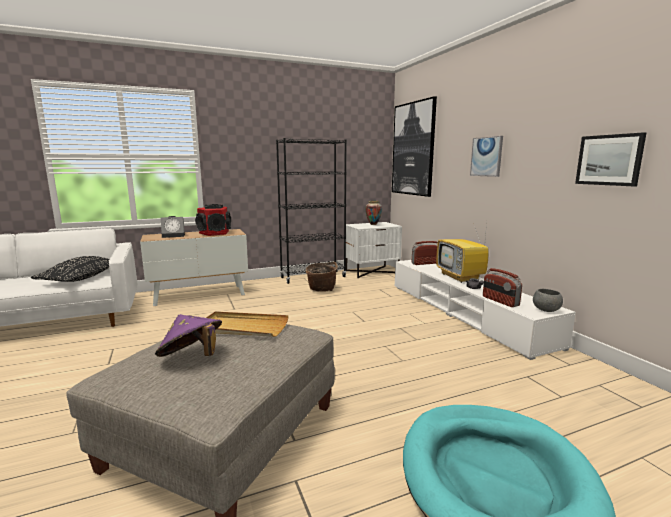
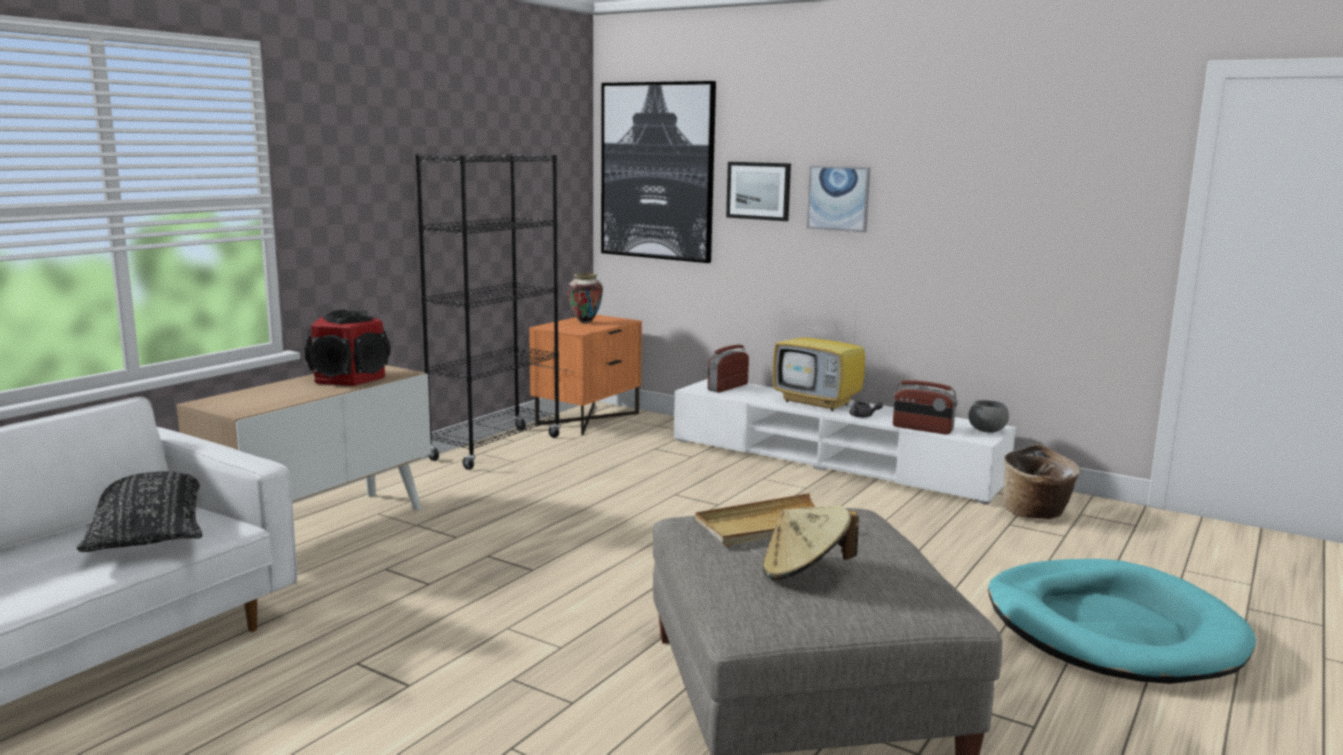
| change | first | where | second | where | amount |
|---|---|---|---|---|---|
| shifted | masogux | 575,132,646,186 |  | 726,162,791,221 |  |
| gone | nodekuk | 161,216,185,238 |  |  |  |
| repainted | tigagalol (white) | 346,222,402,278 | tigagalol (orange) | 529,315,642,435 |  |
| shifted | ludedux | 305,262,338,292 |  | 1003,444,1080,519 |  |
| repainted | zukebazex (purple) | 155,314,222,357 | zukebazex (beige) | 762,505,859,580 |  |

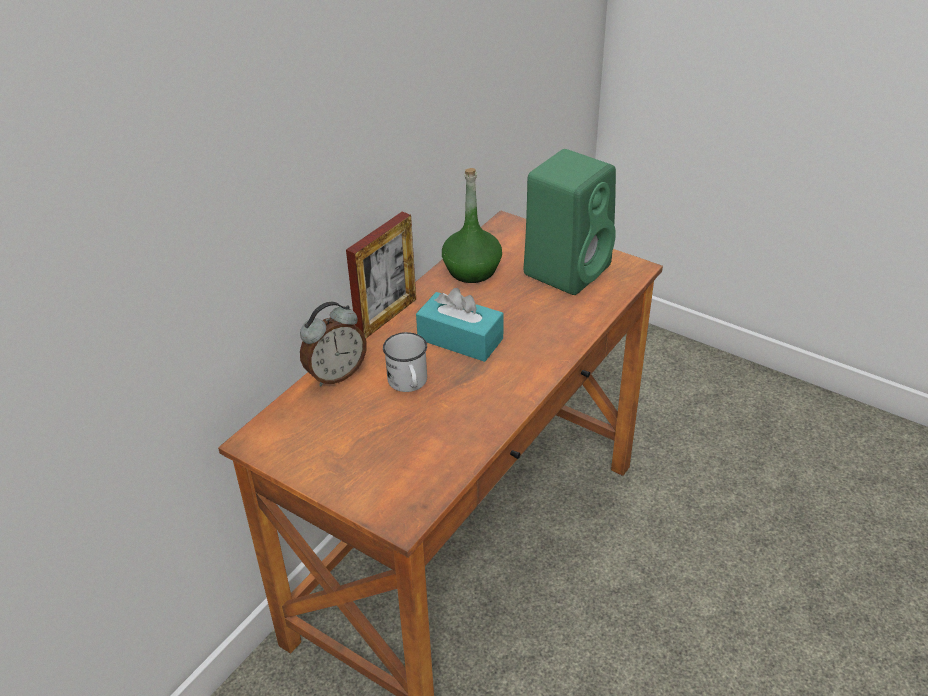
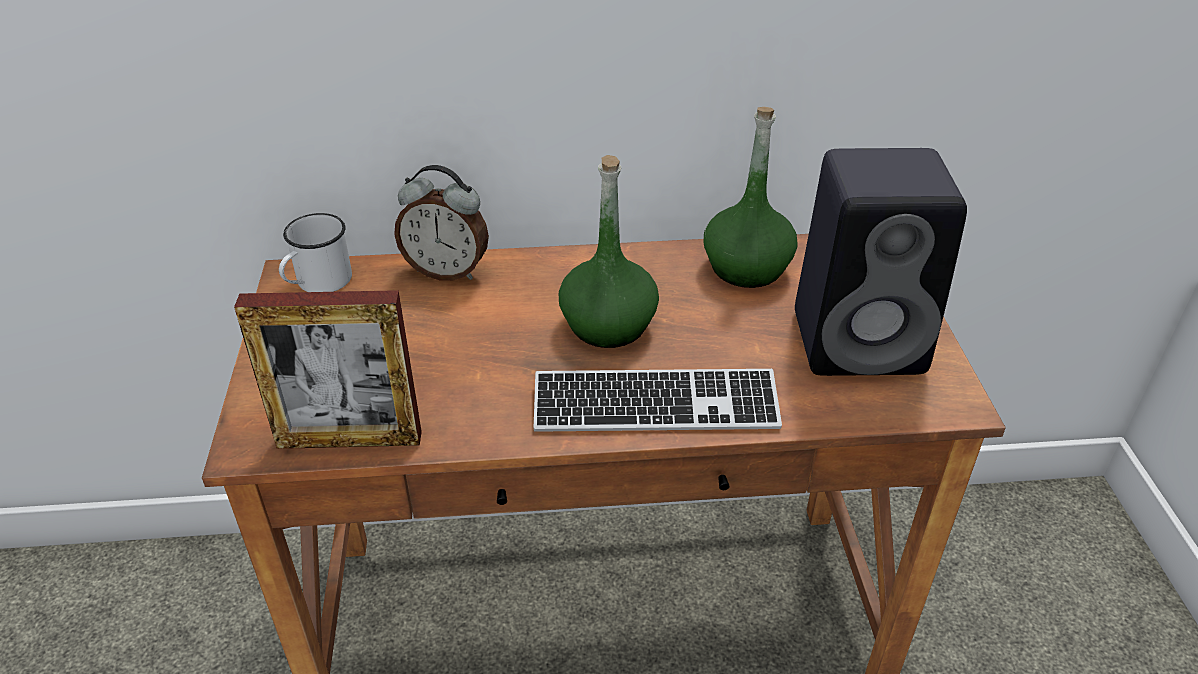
| change | first | where | second | where | amount |
|---|---|---|---|---|---|
| repainted | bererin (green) | 524,149,616,295 | bererin (black) | 795,148,967,376 |  |
| shifted | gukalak | 346,211,416,338 |  | 234,290,422,449 |  |
| swapped | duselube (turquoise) | 416,288,504,362 | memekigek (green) | 559,155,659,348 |  |
| shifted | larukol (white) | 383,332,427,392 |  | 279,213,352,292 |  |
| new |  |  | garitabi | 534,369,782,432 |  |

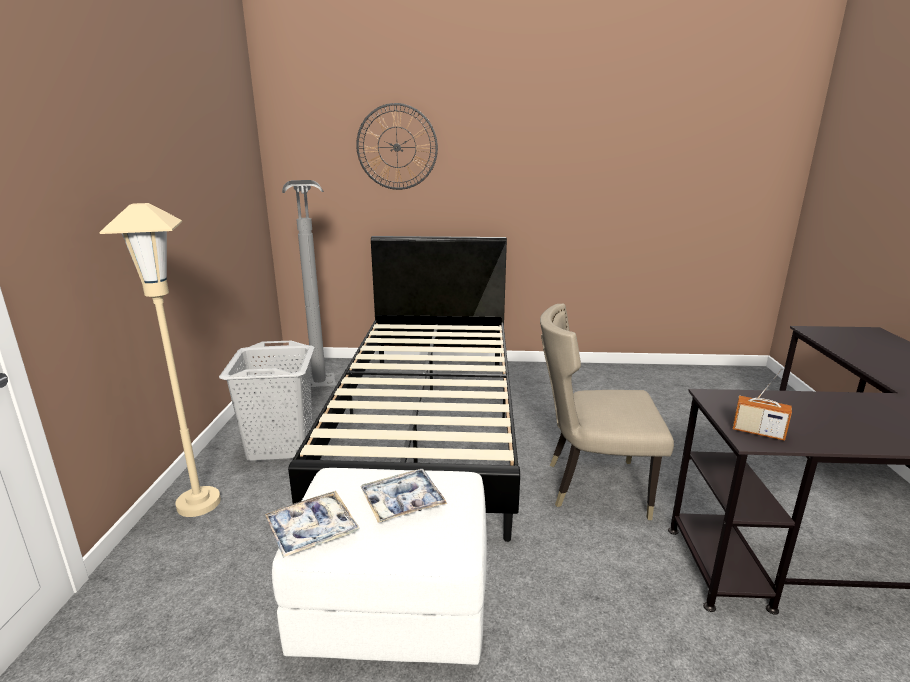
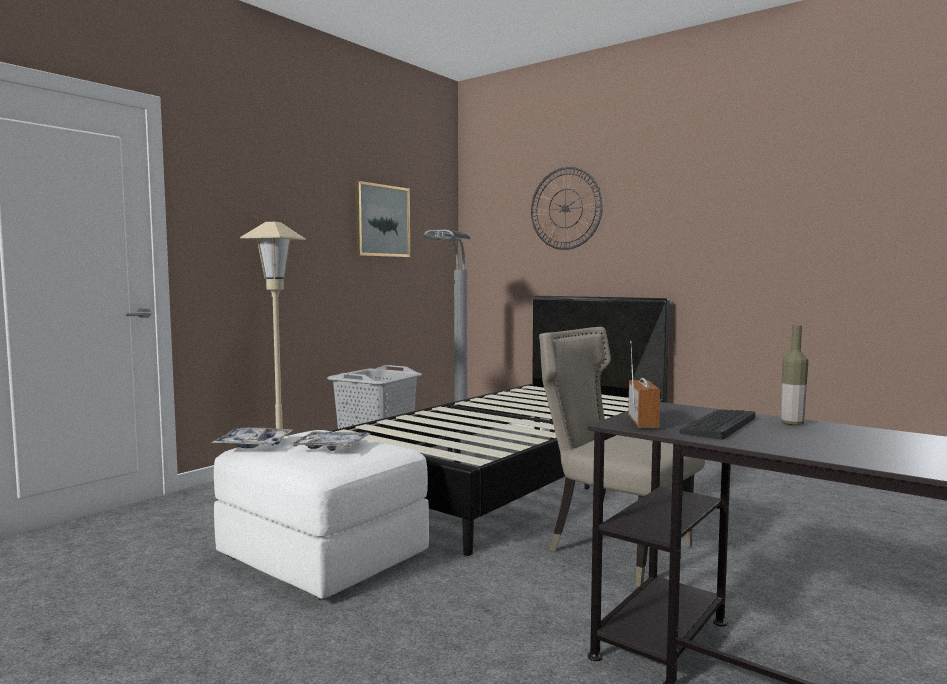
| change | first | where | second | where | amount |
|---|---|---|---|---|---|
| rotated | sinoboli | 733,369,792,441 |  | 628,341,660,428 | 150 degrees counterclockwise |
| new |  |  | masogux | 355,181,410,257 |  |
| new |  |  | memekigek | 781,325,808,425 |  |
| new |  |  | garitabi | 679,409,755,440 |  |

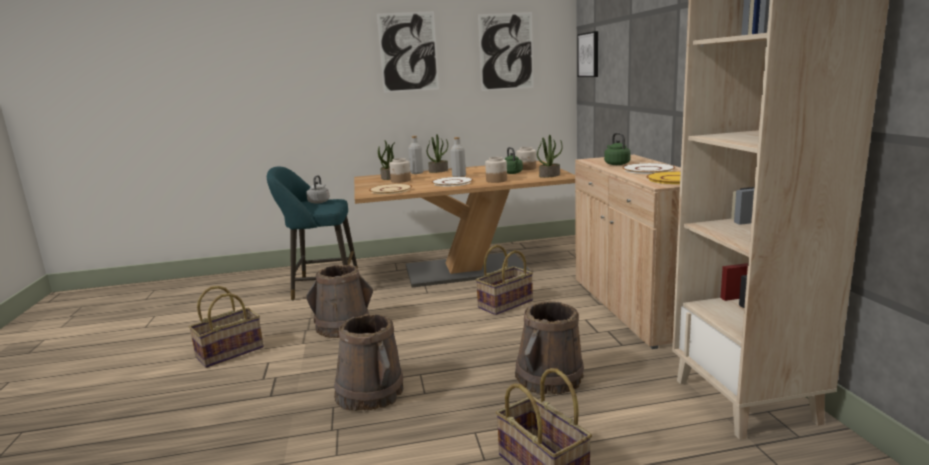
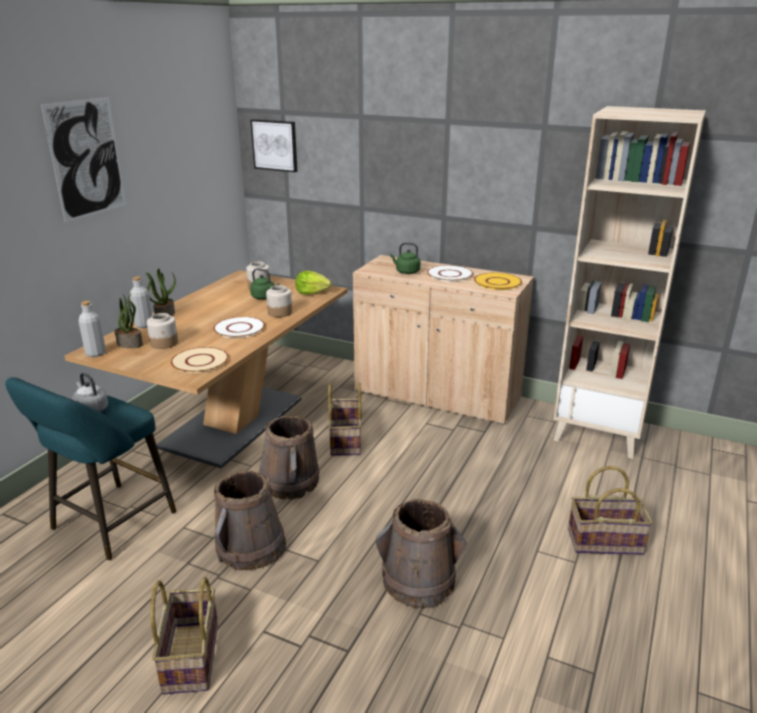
| change | first | where | second | where | amount |
|---|---|---|---|---|---|
| gone | masogux | 478,12,534,91 |  |  |  |
| swapped | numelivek | 537,135,563,178 | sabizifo | 295,271,332,295 |  |
| shifted | memekigek (grey) | 451,137,466,177 |  | 78,301,106,357 |  |
| shifted | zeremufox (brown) | 515,301,584,395 |  | 259,416,319,500 |  |

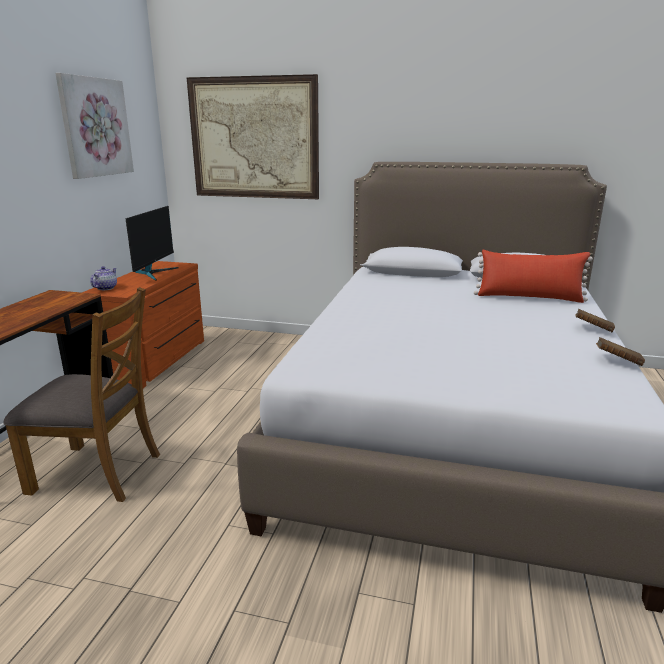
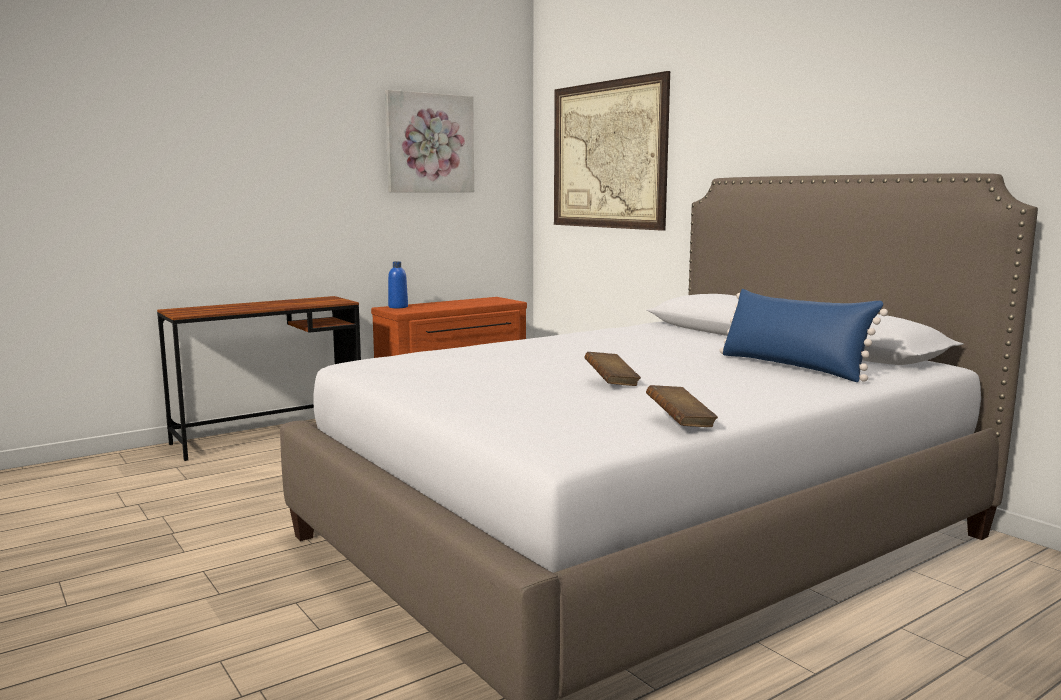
| change | first | where | second | where | amount |
|---|---|---|---|---|---|
| gone | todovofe | 126,206,179,280 |  |  |  |
| repainted | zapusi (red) | 474,250,593,303 | zapusi (blue) | 719,289,888,382 |  |
| swapped | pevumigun | 90,266,117,290 | memekigek (blue) | 388,261,408,308 |  |
| gone | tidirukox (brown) | 3,287,160,502 |  |  |  |
| shifted | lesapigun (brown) | 575,309,615,332 |  | 584,352,641,386 |  |

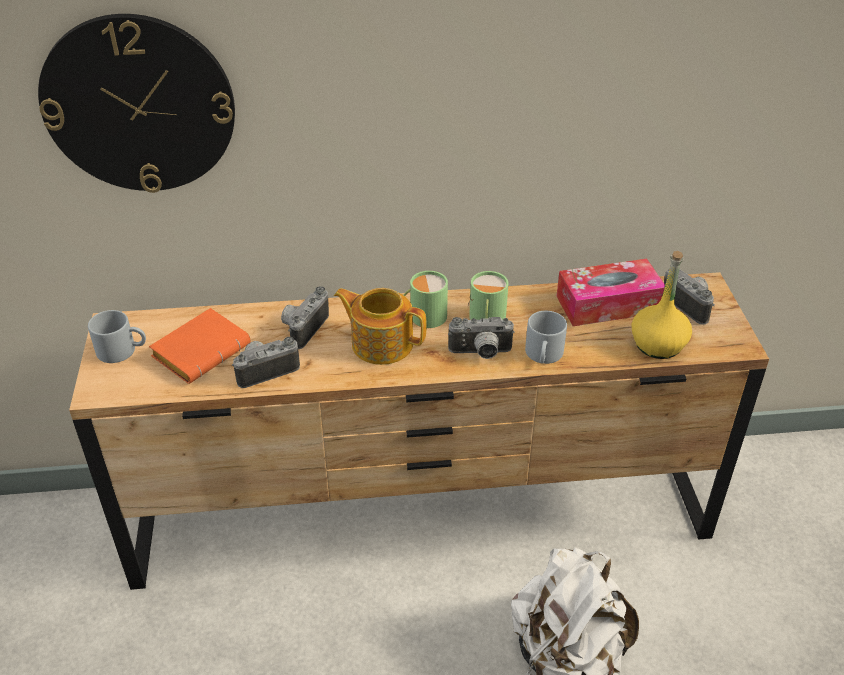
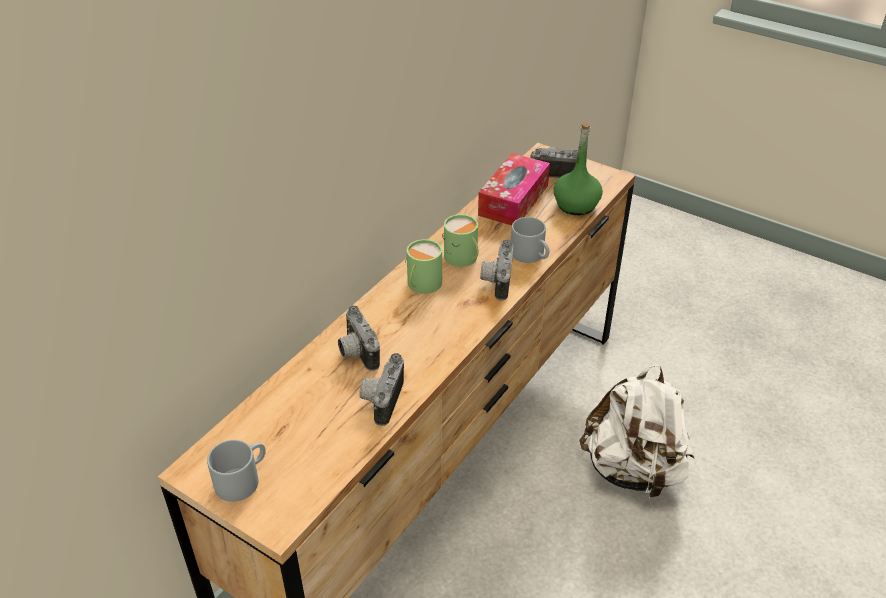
| change | first | where | second | where | amount |
|---|---|---|---|---|---|
| gone | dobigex | 38,14,235,193 |  |  |  |
| repainted | memekigek (yellow) | 632,251,692,359 | memekigek (green) | 553,122,603,215 |  |
| gone | pevumigun | 334,288,427,365 |  |  |  |
| gone | lesapigun (orange) | 149,308,251,384 |  |  |  |
| rotated | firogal | 448,317,515,359 |  | 480,240,514,300 | 150 degrees clockwise |

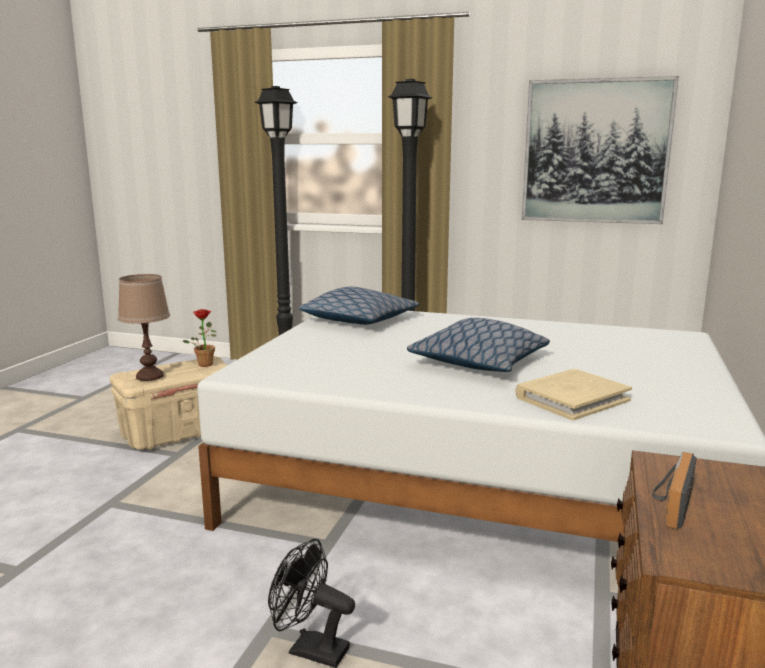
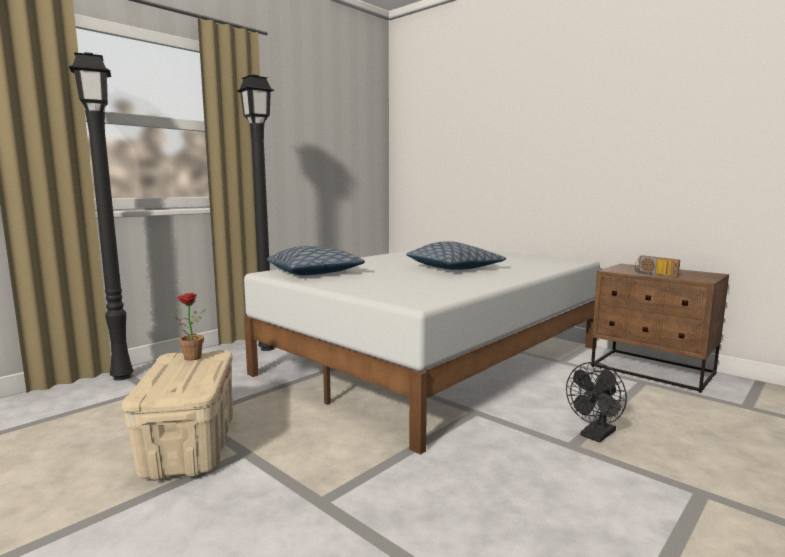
| change | first | where | second | where | amount |
|---|---|---|---|---|---|
| gone | masogux | 522,76,679,224 |  |  |  |
| gone | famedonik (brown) | 118,274,170,381 |  |  |  |
| gone | lesapigun (beige) | 515,369,632,420 |  |  |  |

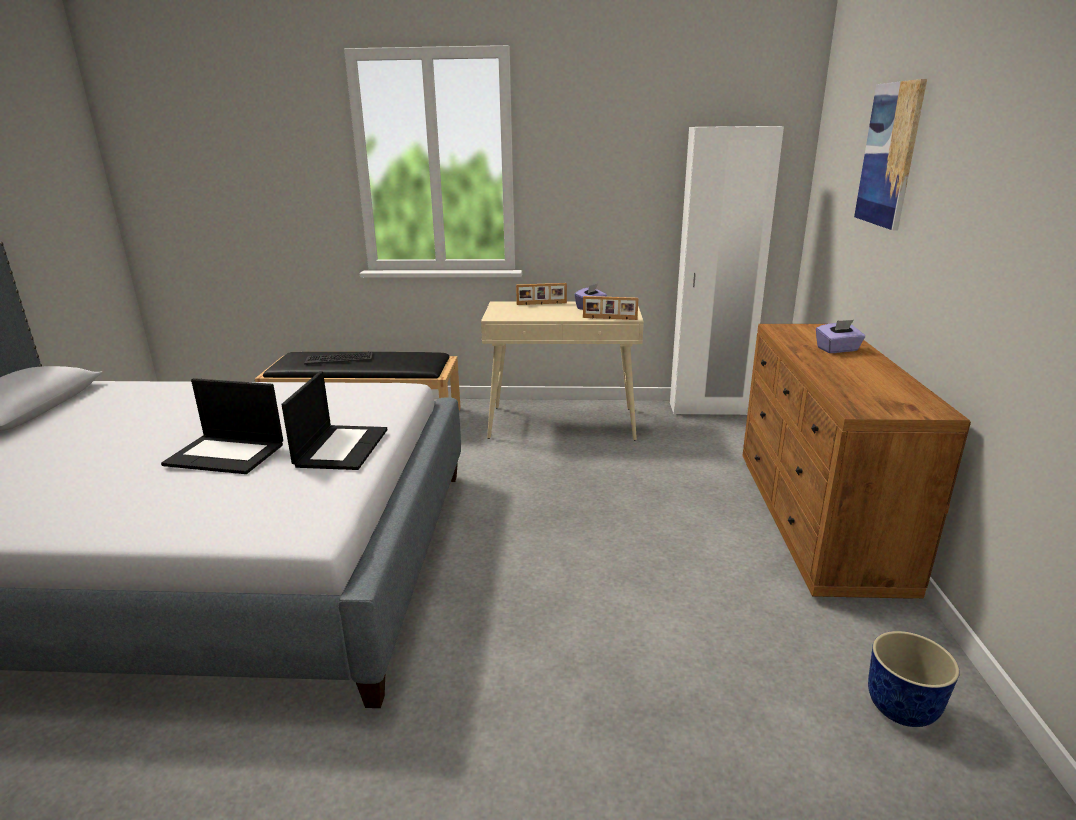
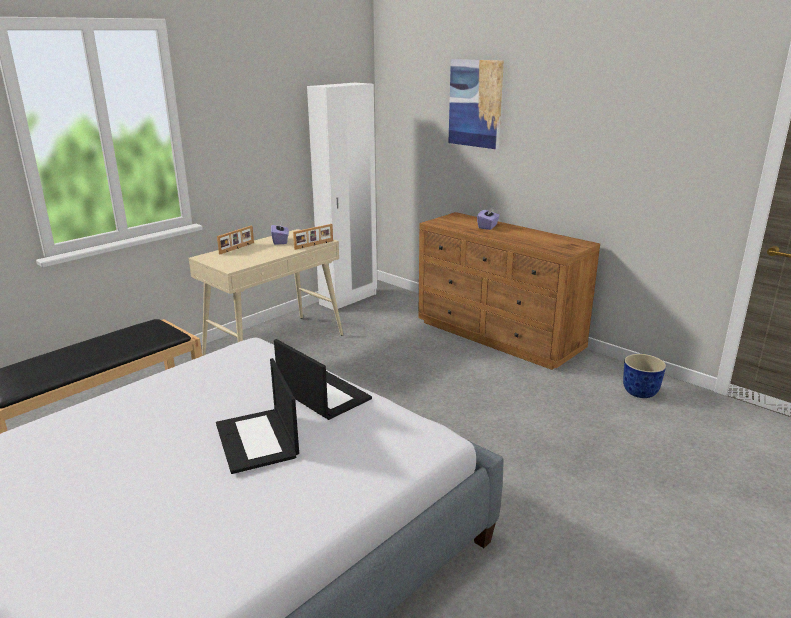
| change | first | where | second | where | amount |
|---|---|---|---|---|---|
| gone | garitabi | 304,352,373,365 |  |  |  |
| rotated | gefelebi | 161,378,283,474 |  | 216,358,299,474 | 105 degrees clockwise |

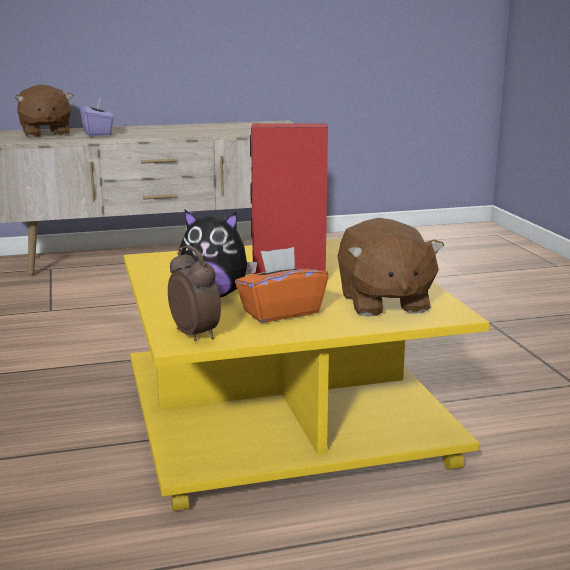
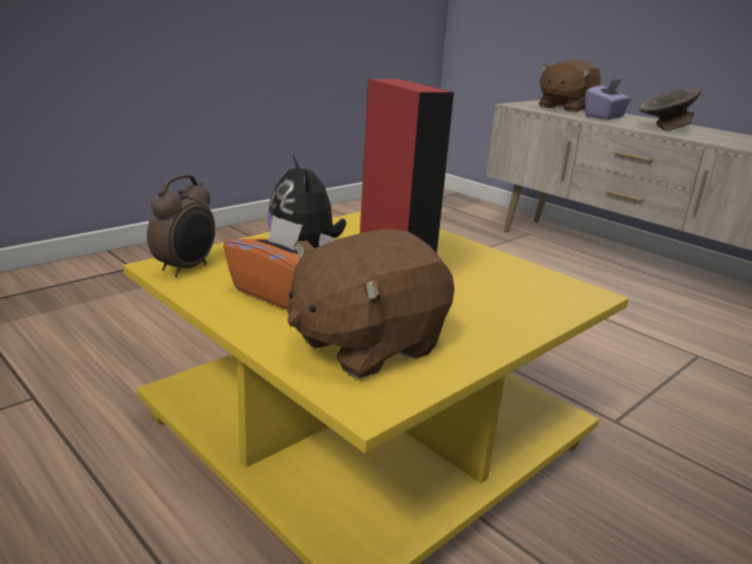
| change | first | where | second | where | amount |
|---|---|---|---|---|---|
| new |  |  | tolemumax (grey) | 639,88,701,131 |  |

